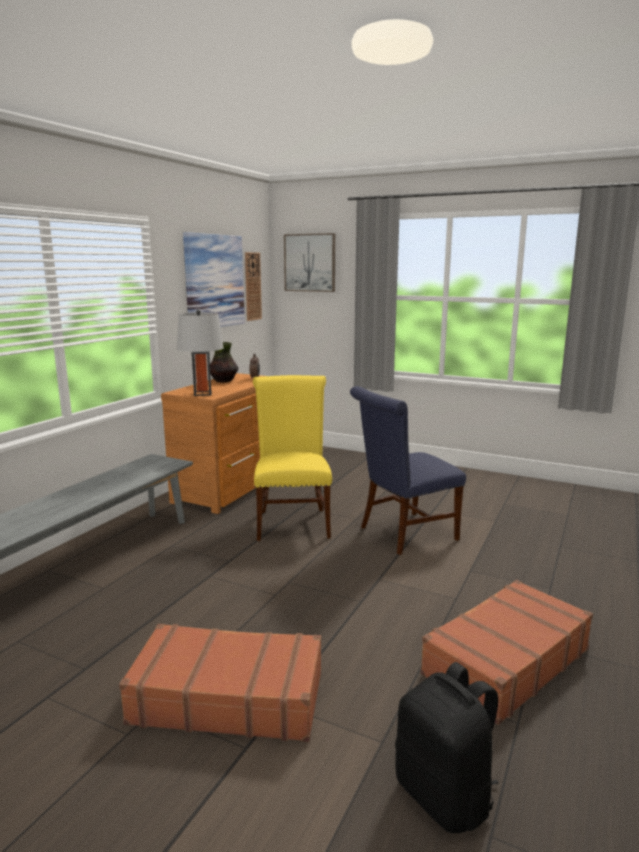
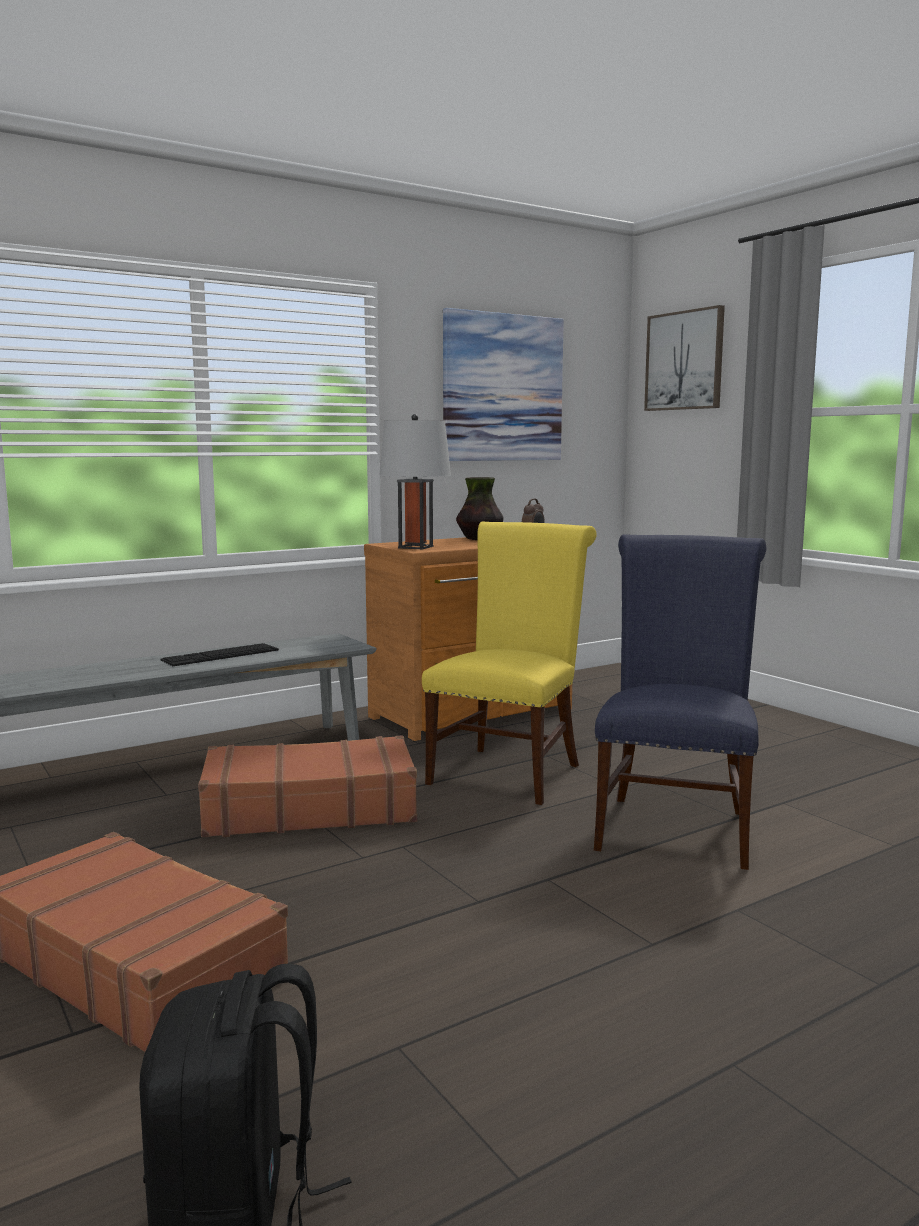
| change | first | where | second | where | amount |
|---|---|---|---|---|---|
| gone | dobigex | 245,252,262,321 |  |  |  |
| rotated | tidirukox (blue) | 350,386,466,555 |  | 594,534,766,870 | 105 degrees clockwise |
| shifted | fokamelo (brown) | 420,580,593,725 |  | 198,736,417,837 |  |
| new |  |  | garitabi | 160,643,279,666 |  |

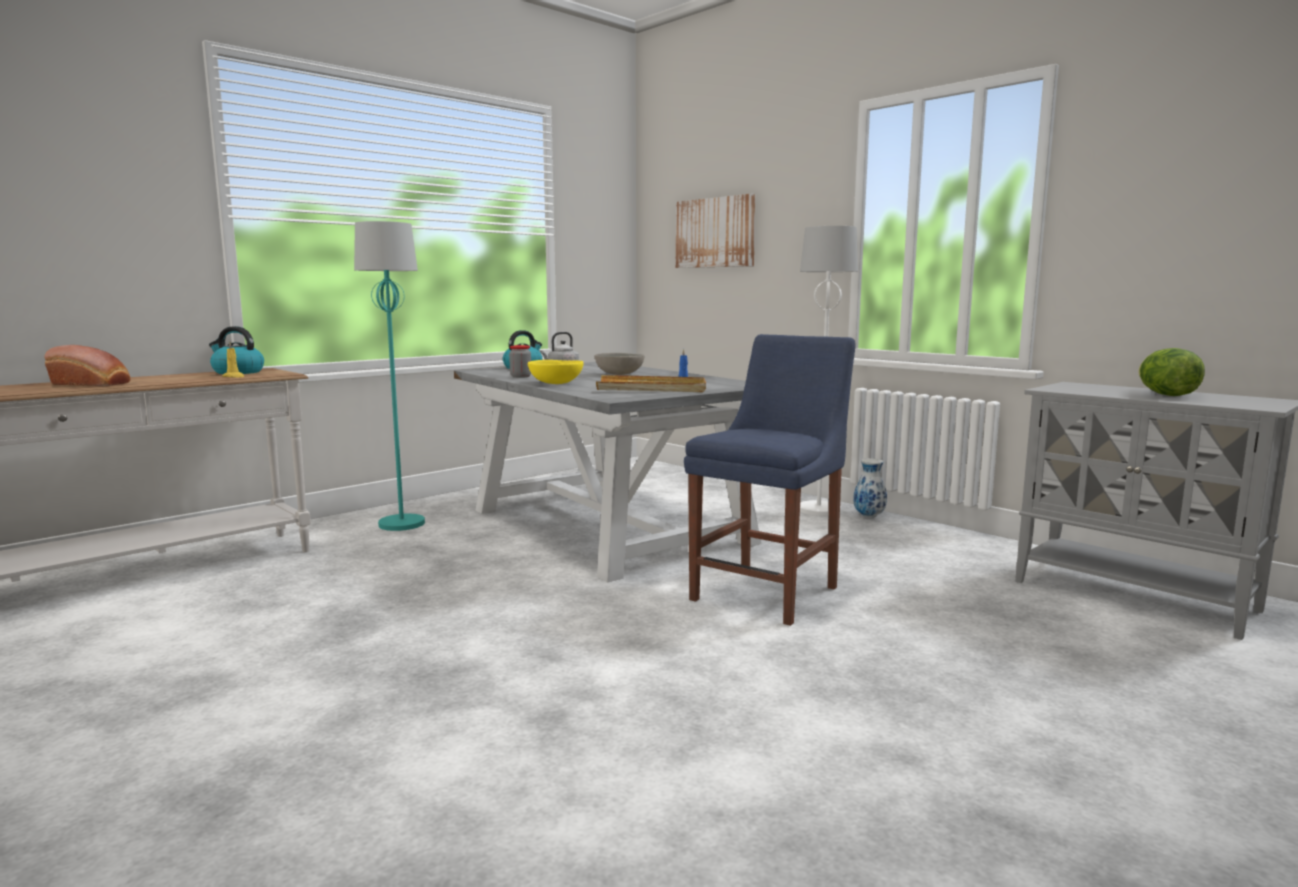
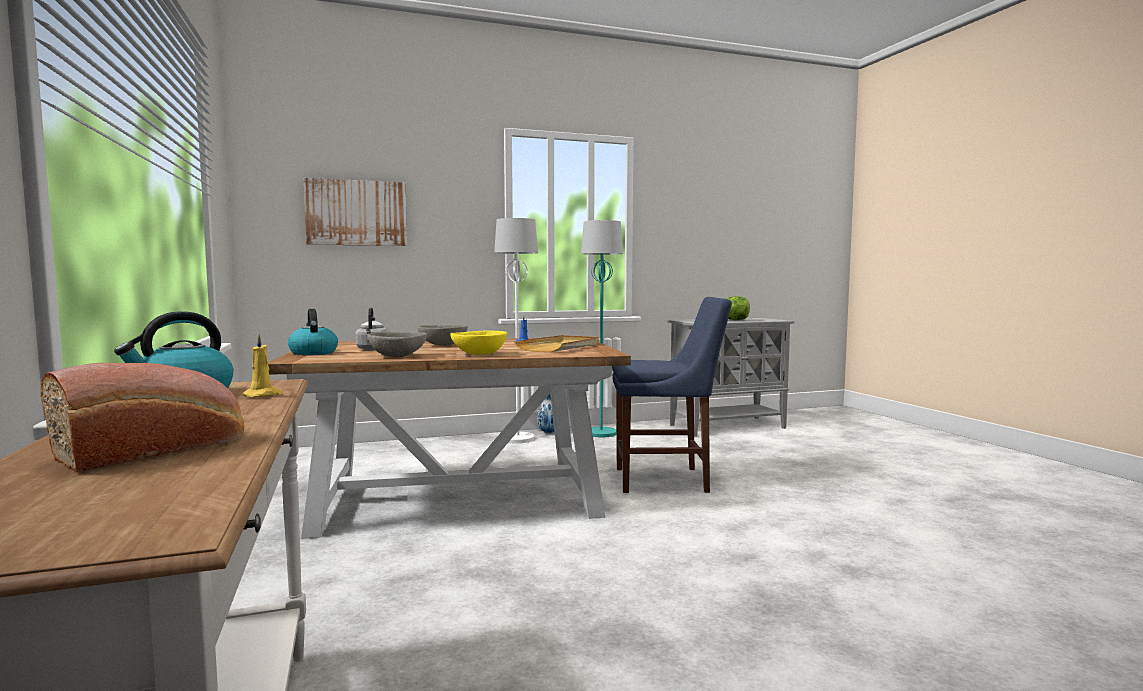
| change | first | where | second | where | amount |
|---|---|---|---|---|---|
| shifted | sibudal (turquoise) | 354,221,425,531 |  | 581,220,623,437 |  |
| rotated | tidirukox (blue) | 684,334,855,626 |  | 612,297,732,493 | 120 degrees clockwise |
| swapped | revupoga | 509,345,531,378 | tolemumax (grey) | 367,332,427,357 |  |
| repainted | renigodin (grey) | 454,362,762,583 | renigodin (brown) | 268,338,631,539 |  |

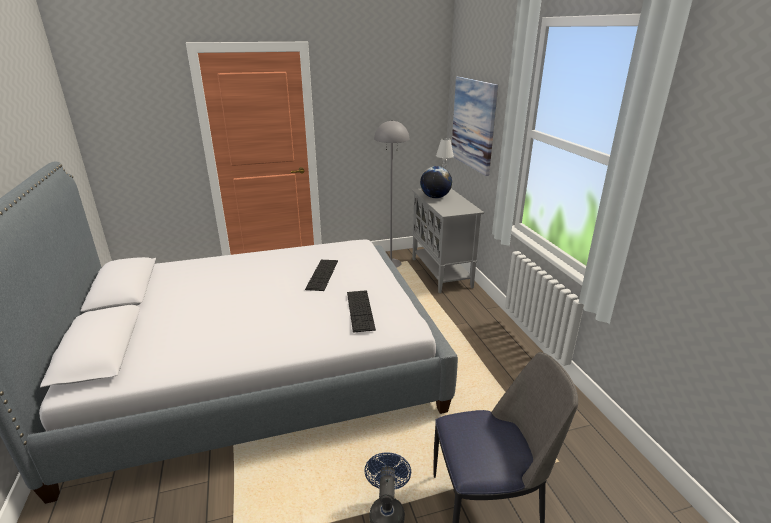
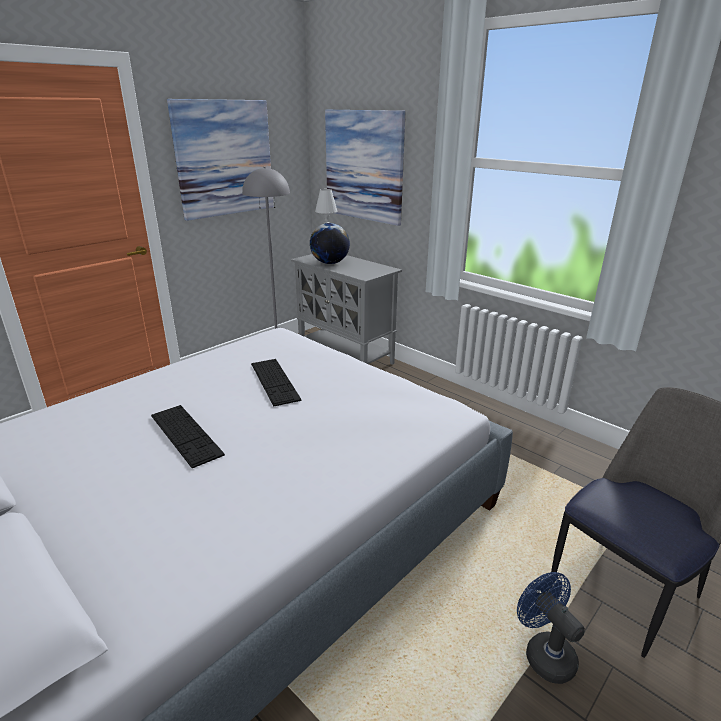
| change | first | where | second | where | amount |
|---|---|---|---|---|---|
| shifted | garitabi | 347,290,376,333 |  | 151,405,225,468 |  |
| new |  |  | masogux | 167,99,274,221 |  |

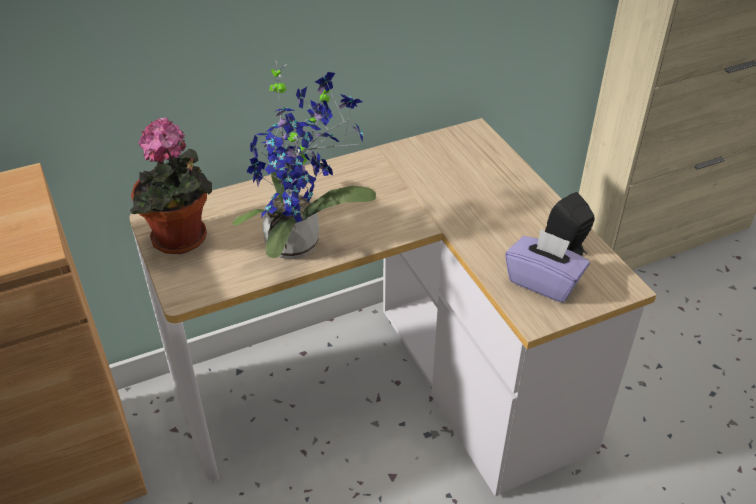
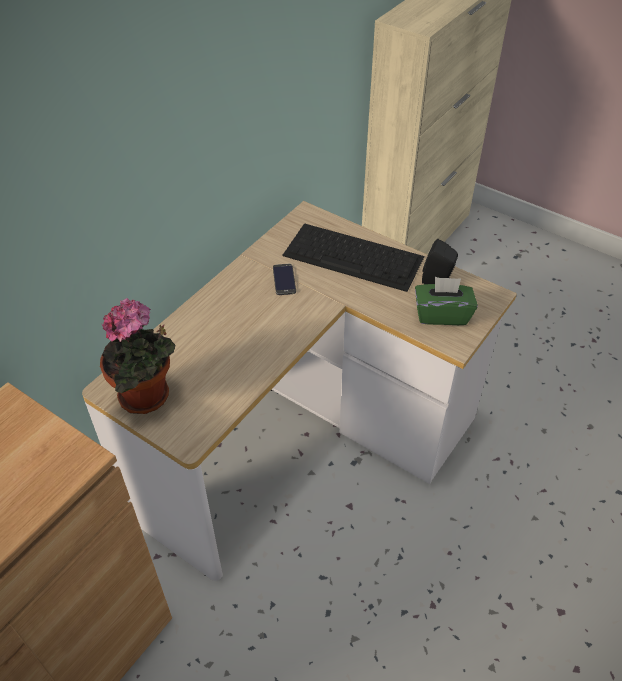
| change | first | where | second | where | amount |
|---|---|---|---|---|---|
| gone | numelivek | 232,61,376,259 |  |  |  |
| repainted | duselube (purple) | 505,229,590,303 | duselube (green) | 415,277,478,325 |  |
| new |  |  | garitabi | 282,223,424,292 |  |
| new |  |  | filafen | 273,264,296,295 |  |

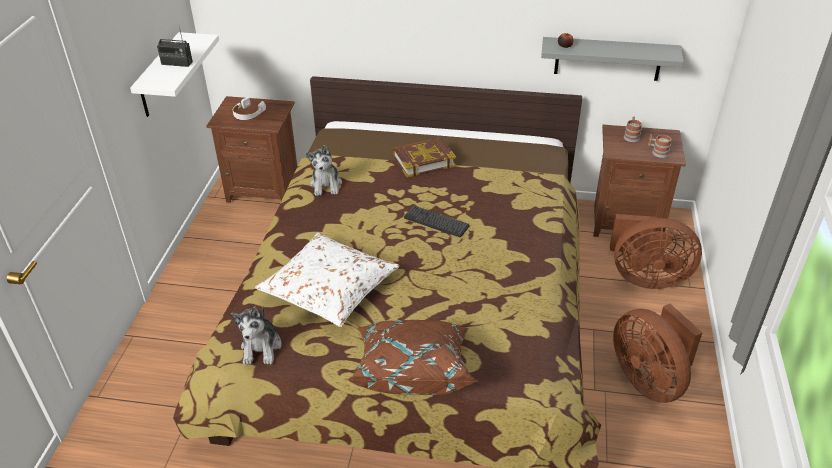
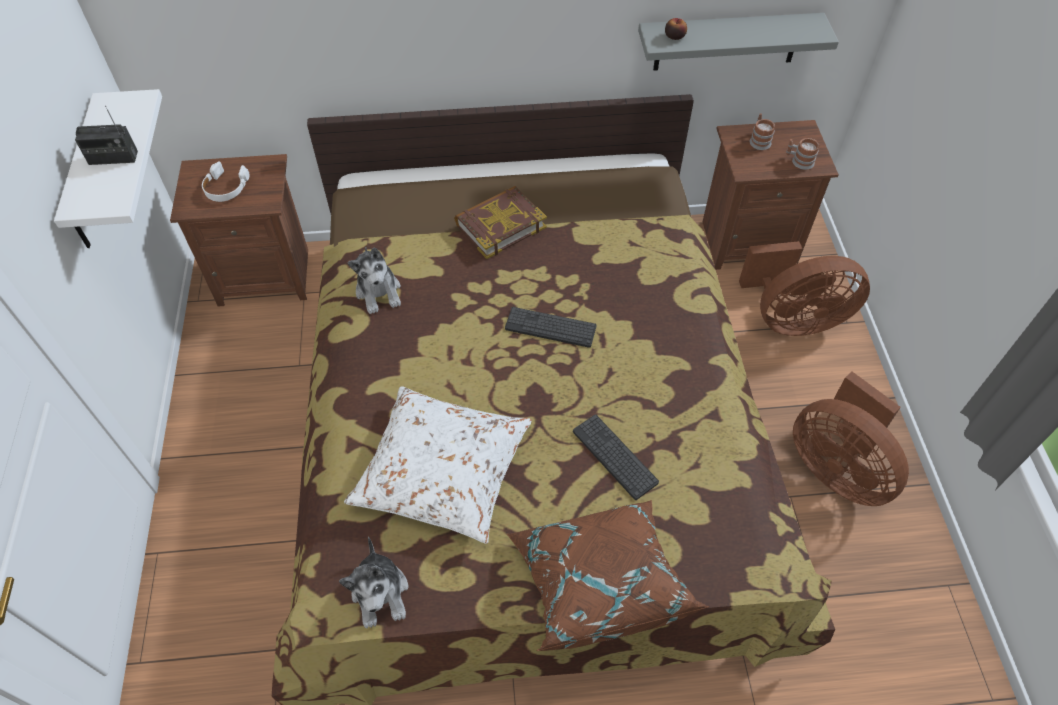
| change | first | where | second | where | amount |
|---|---|---|---|---|---|
| new |  |  | garitabi | 573,414,659,500 |  |

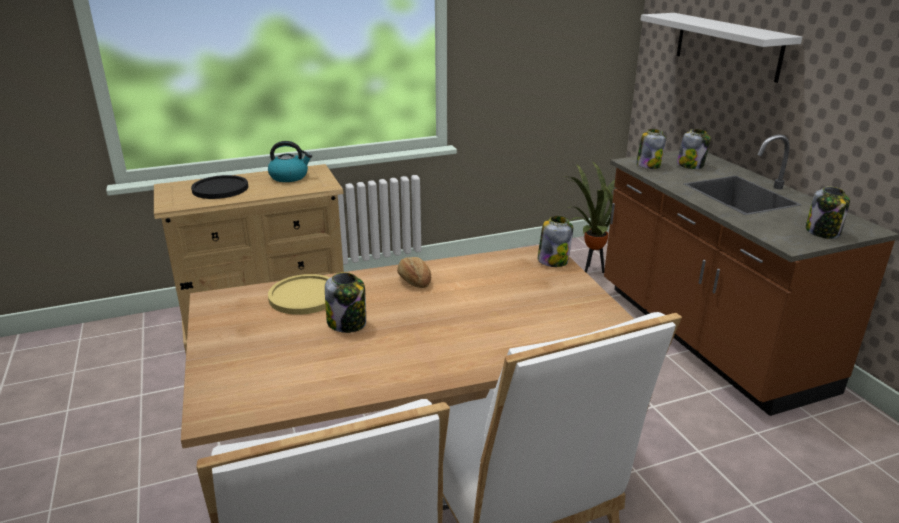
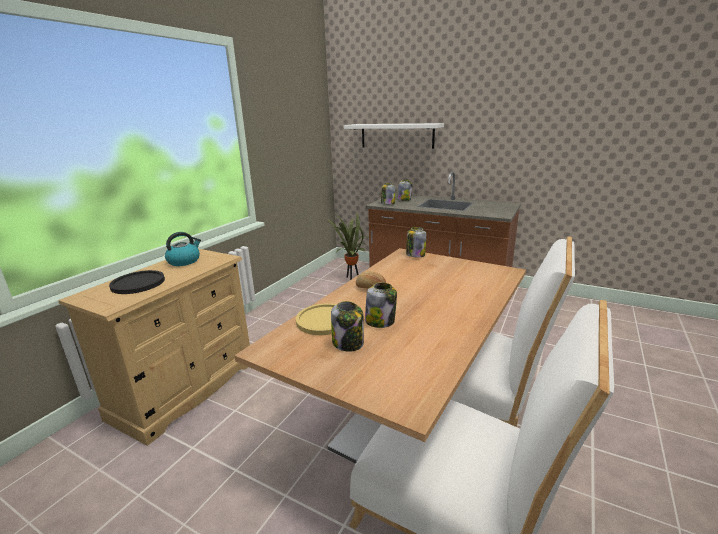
| change | first | where | second | where | amount |
|---|---|---|---|---|---|
| shifted | revupoga | 806,186,850,239 |  | 331,301,364,352 |  |

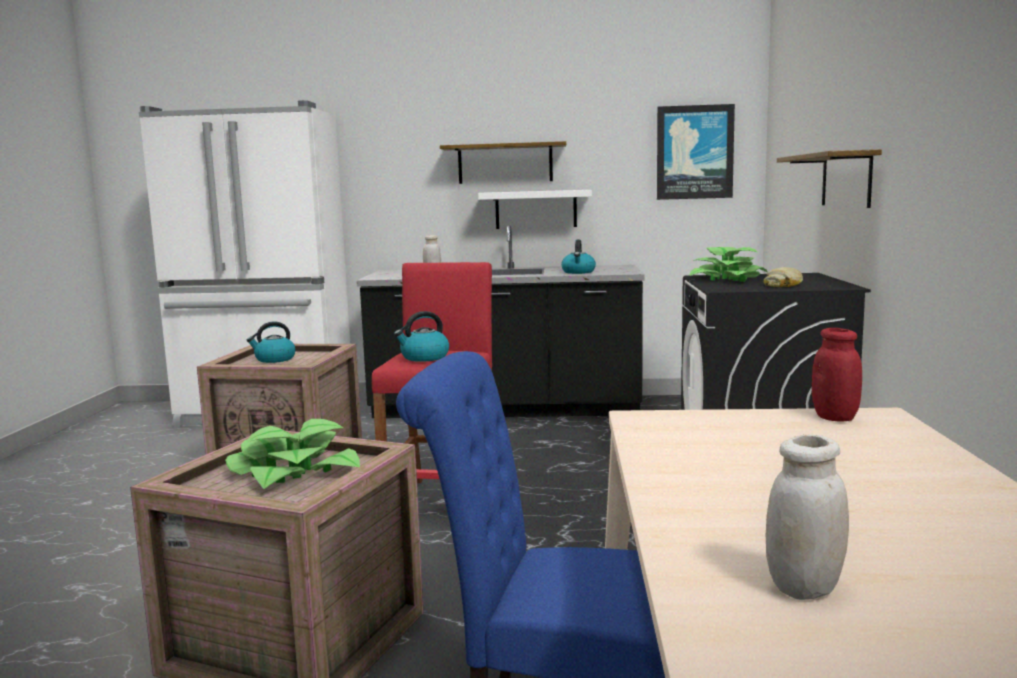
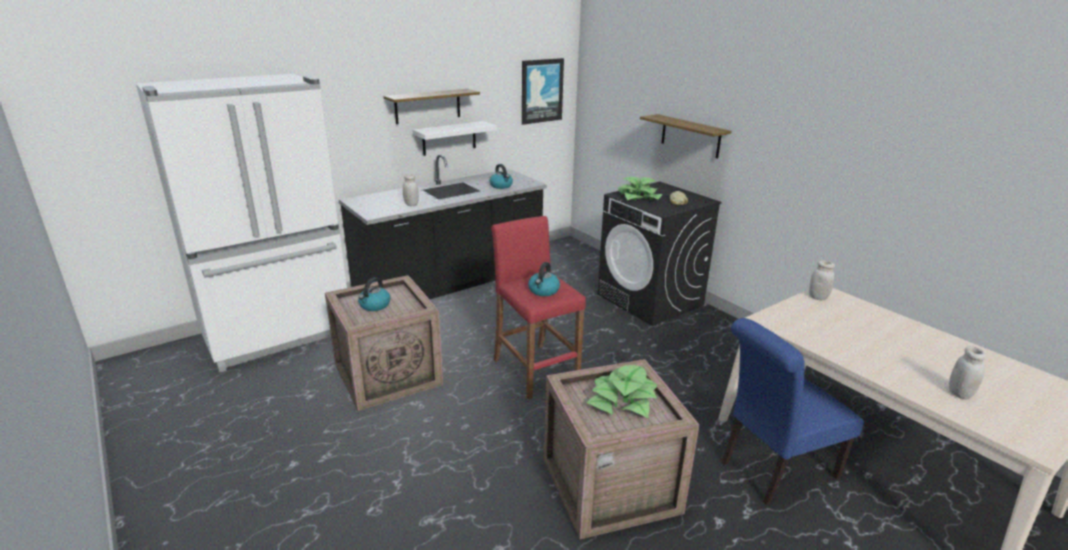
| change | first | where | second | where | amount |
|---|---|---|---|---|---|
| repainted | revupoga (red) | 812,328,862,422 | revupoga (white) | 809,260,835,300 |  |

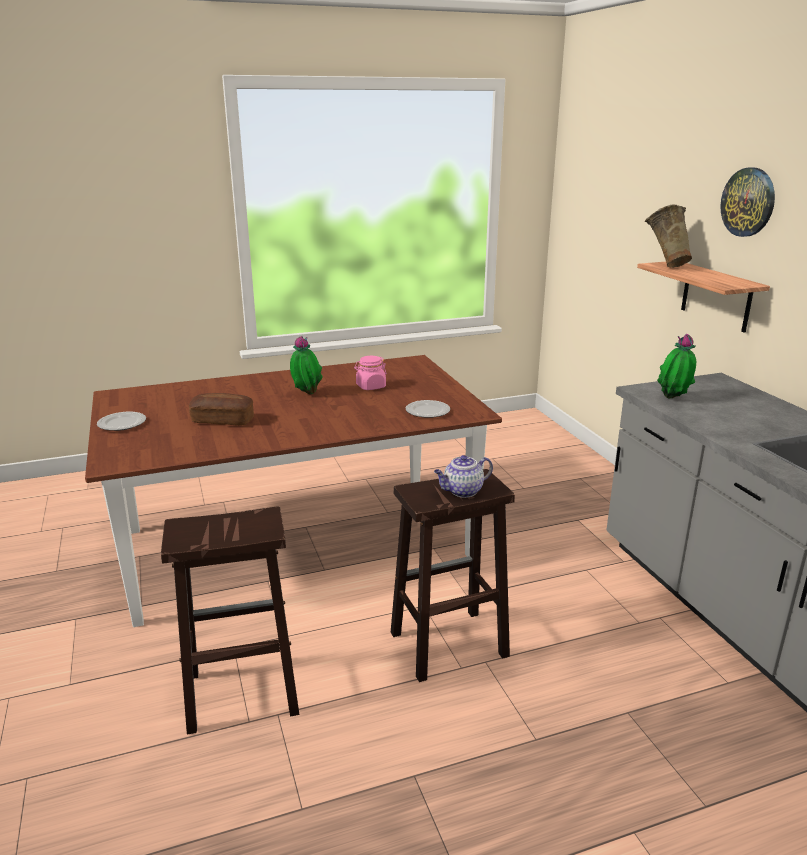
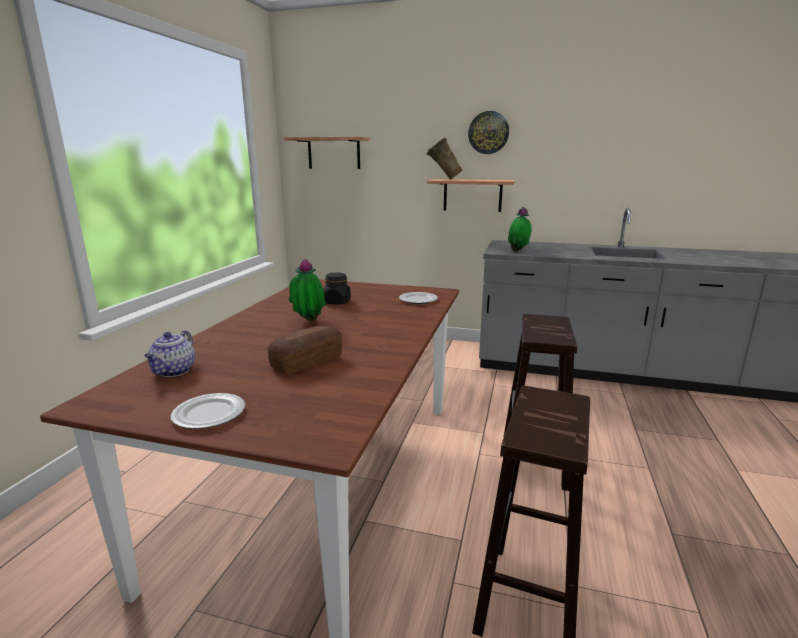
| change | first | where | second | where | amount |
|---|---|---|---|---|---|
| repainted | revupoga (pink) | 354,356,387,390 | revupoga (black) | 323,272,351,304 |  |
| shifted | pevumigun | 434,455,493,498 |  | 144,330,195,377 |  |
| new |  |  | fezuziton | 284,137,370,169 |  |

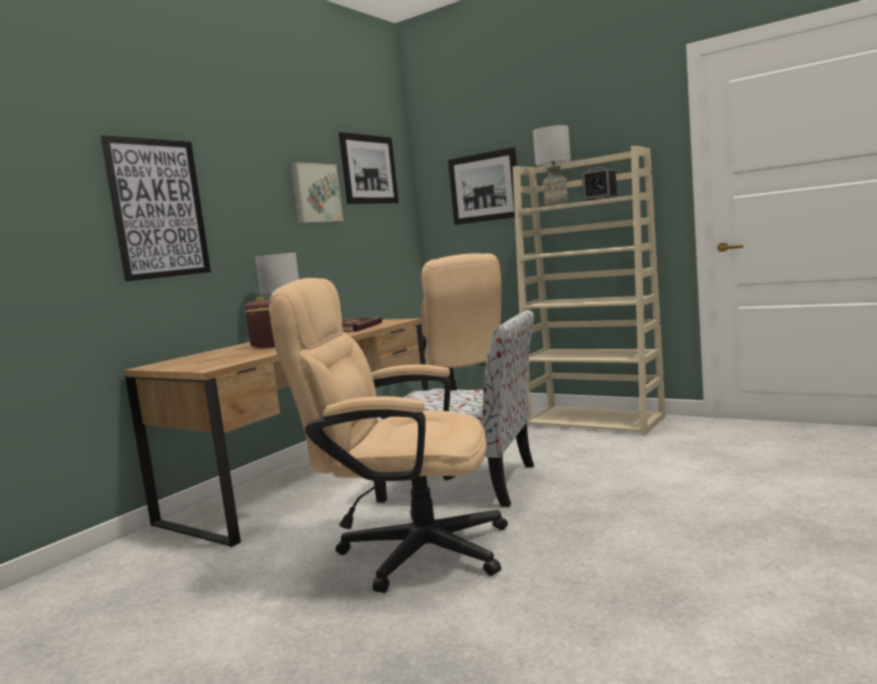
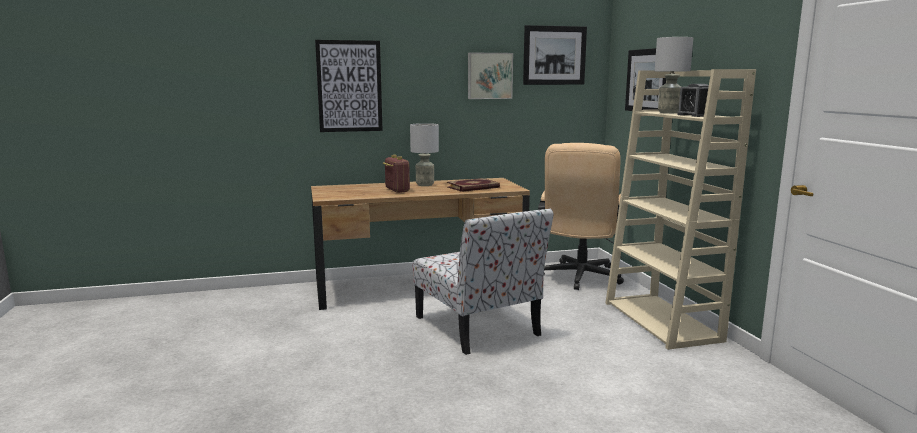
| change | first | where | second | where | amount |
|---|---|---|---|---|---|
| gone | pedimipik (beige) | 269,278,508,593 |  |  |  |

